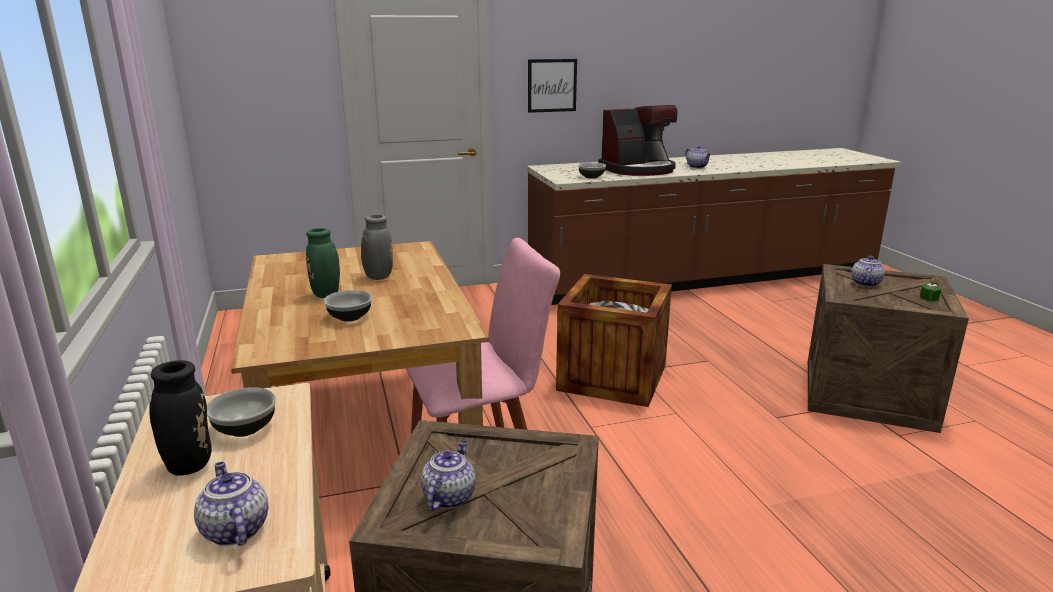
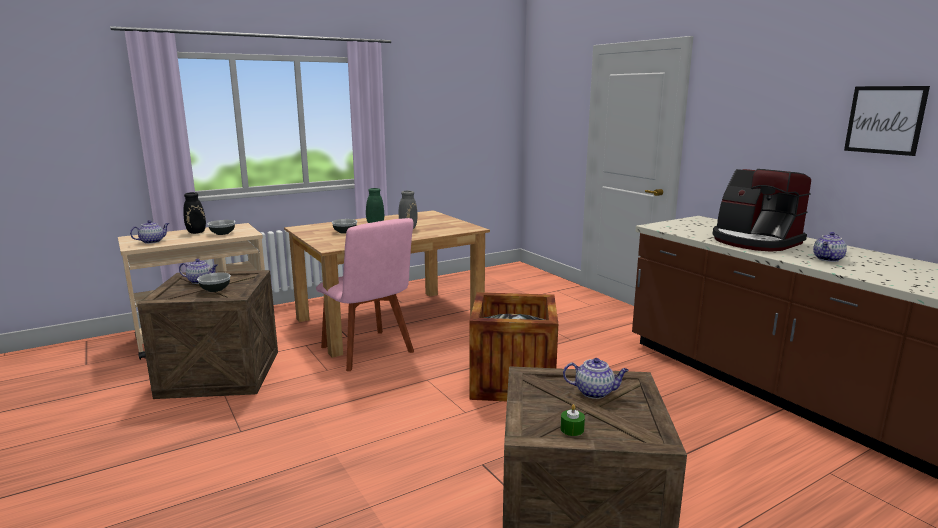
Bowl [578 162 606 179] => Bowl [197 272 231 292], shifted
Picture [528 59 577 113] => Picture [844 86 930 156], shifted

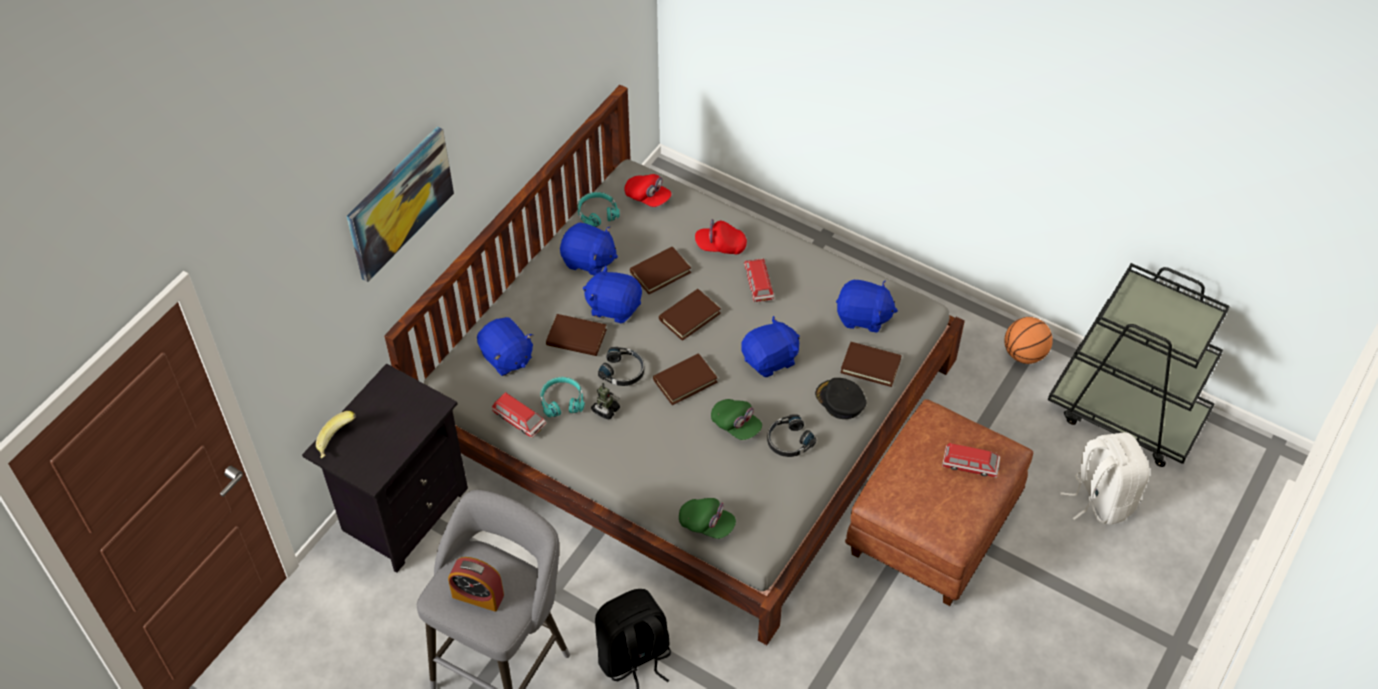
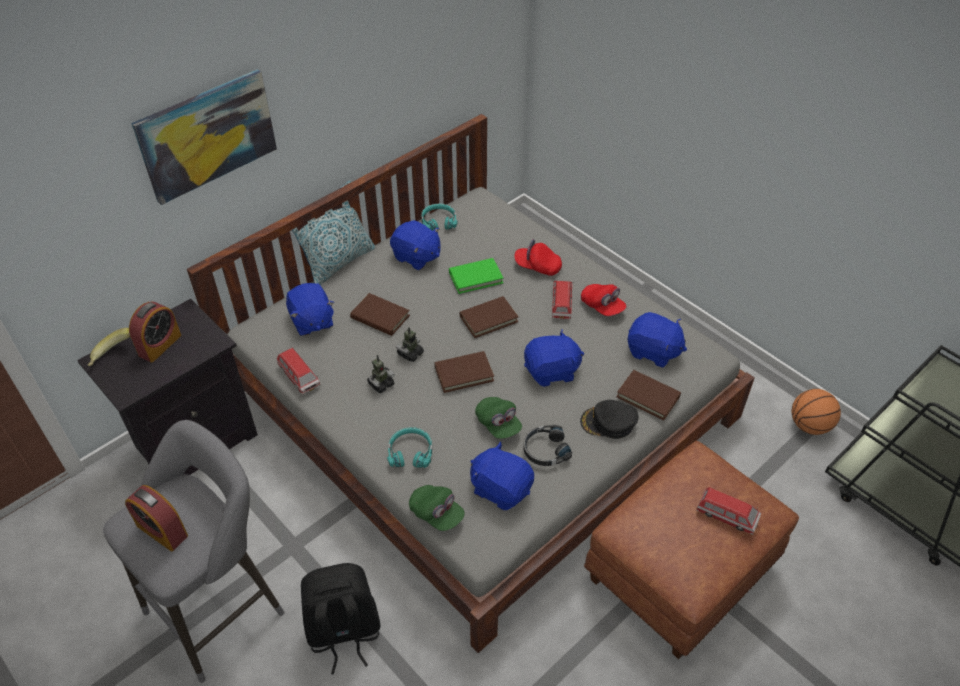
nothing => AlarmClock [129 301 181 363]
nothing => Pillow [292 180 375 286]
TurquoiseHeadphones [540 377 585 418] => TurquoiseHeadphones [387 427 432 468], shifted
BlackHeadphones [598 347 644 386] => ToyRobot [396 327 424 362]
BrownBook [630 247 691 294] => GreenBook [449 258 503 294]
BluePlushToy [583 265 642 323] => BluePlushToy [470 441 534 510], shifted
BlackCap [815 378 867 419] => BlackCap [580 400 638 439], 60 degrees counterclockwise
RedCap [624 174 672 207] => RedCap [581 284 626 316], shifted
WhiteBackpack [1060 432 1150 525] => nothing

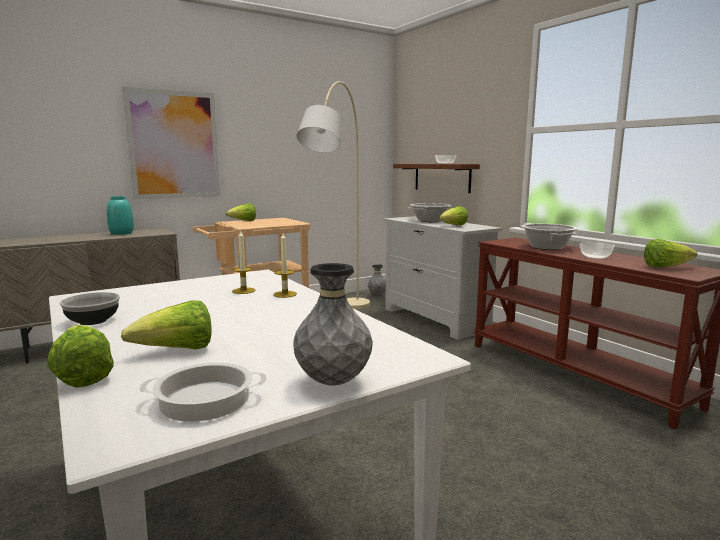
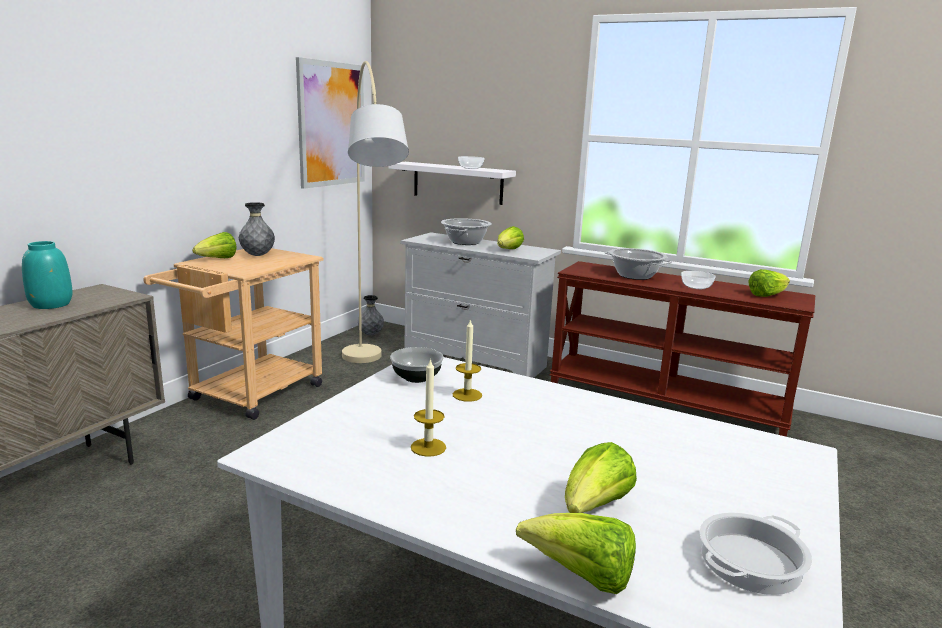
GreyVase [293 263 373 386] => GreyVase [239 202 275 256], shifted
Picture [123 87 220 199] => Picture [296 57 365 189], shifted
BrownShelf [393 164 480 193] => WhiteShelf [388 162 516 205]
Bowl [59 292 120 325] => Bowl [390 347 444 383], shifted
Candle [273 233 297 298] => Candle [411 358 446 457], shifted

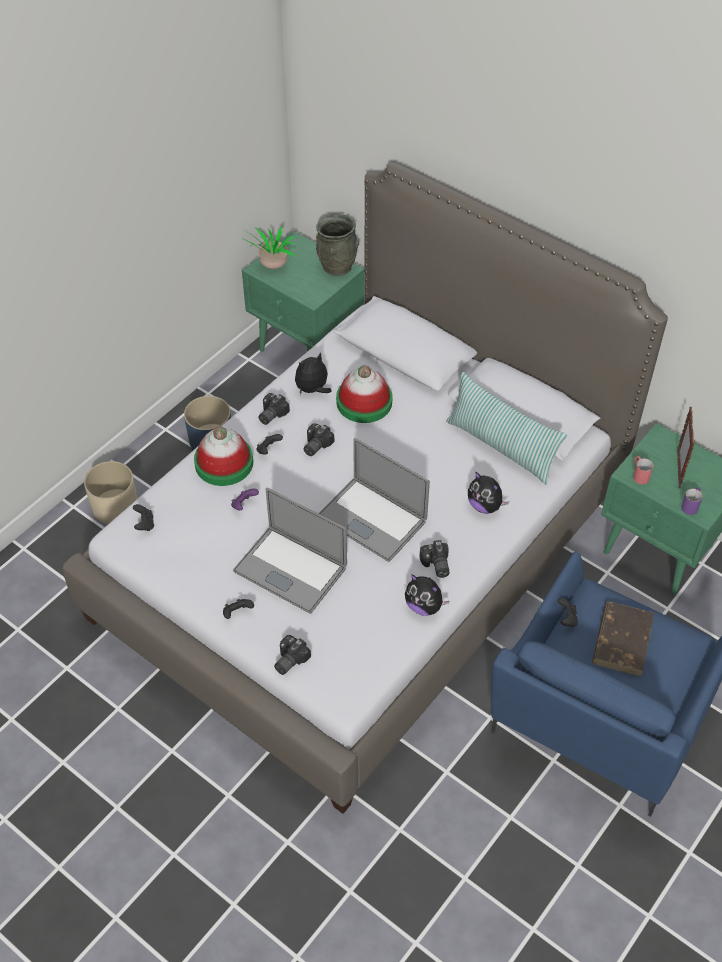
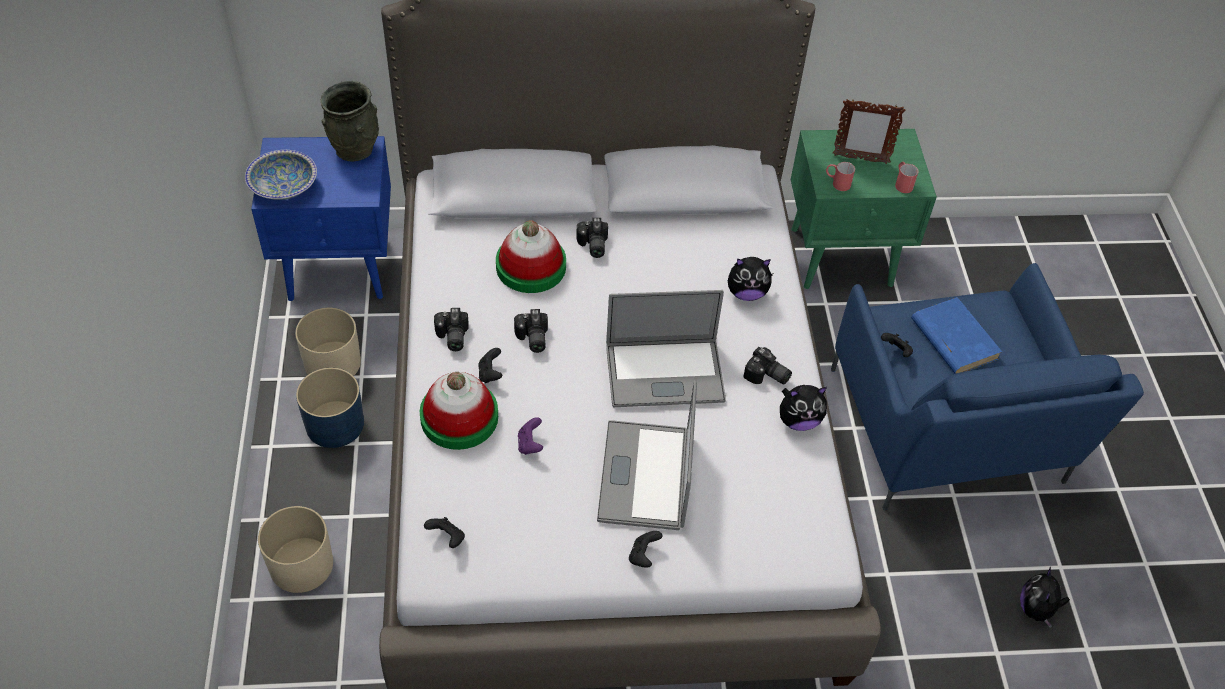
PottedPlant [239 226 295 269] => Bowl [245 150 317 200]
GreenNightstand [242 231 364 352] => BlueNightstand [251 136 391 301]
nothing => BeigePlanter [295 307 361 376]
PhotoCamera [274 635 311 675] => PhotoCamera [576 218 608 258], shifted
Laptop [233 488 347 614] => Laptop [597 381 697 530], 105 degrees clockwise
PictureFrame [677 407 695 488] => PictureFrame [833 99 905 164], 45 degrees counterclockwise
PurpleMug [681 487 703 515] => RedMug [895 162 919 193]
BrownBook [592 602 654 677] => BlueBook [911 297 1002 374]
PlushToy [295 352 332 394] => PlushToy [1020 567 1070 628], shifted
Pillow [446 372 567 485] => nothing

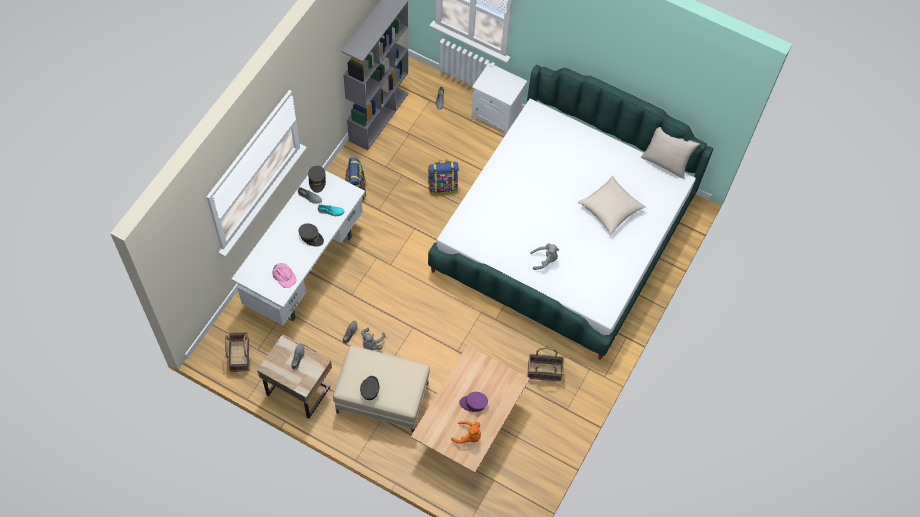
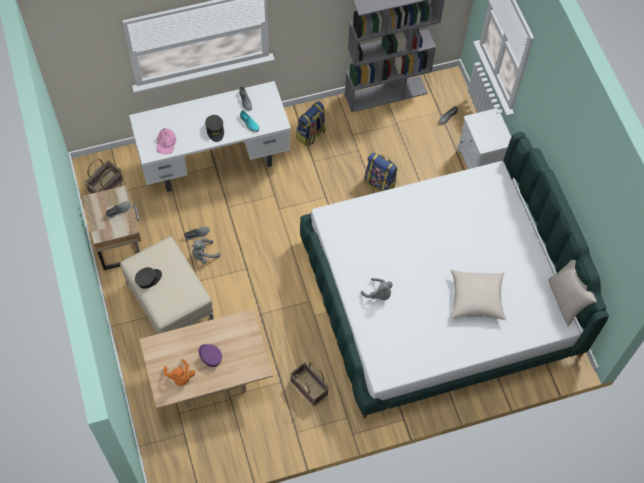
GreyCap [308 166 326 193] => nothing

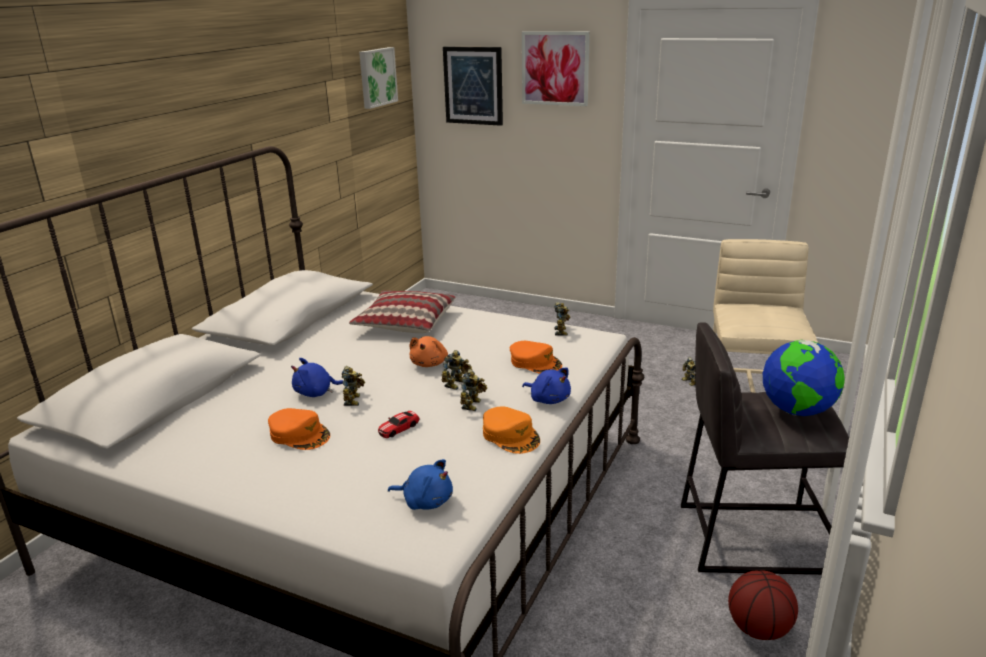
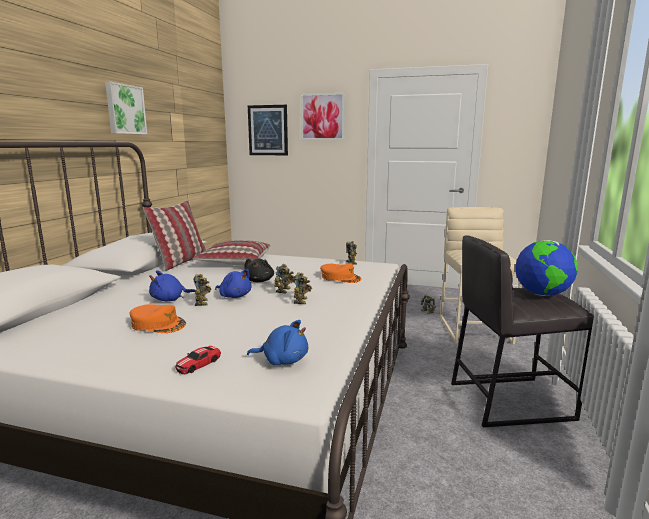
Picture [359 47 398 109] => Picture [105 82 147 134], shifted
nothing => Pillow [143 201 206 271]
ToyCar [378 411 420 438] => ToyCar [175 346 221 374], shifted
BluePlushToy [522 368 571 404] => BluePlushToy [215 269 252 298], shifted
OrangePlushToy [409 336 448 367] => BlackPlushToy [244 258 274 282]
OrangeCap [483 406 540 454] => nothing
Basketball [728 570 798 640] => nothing

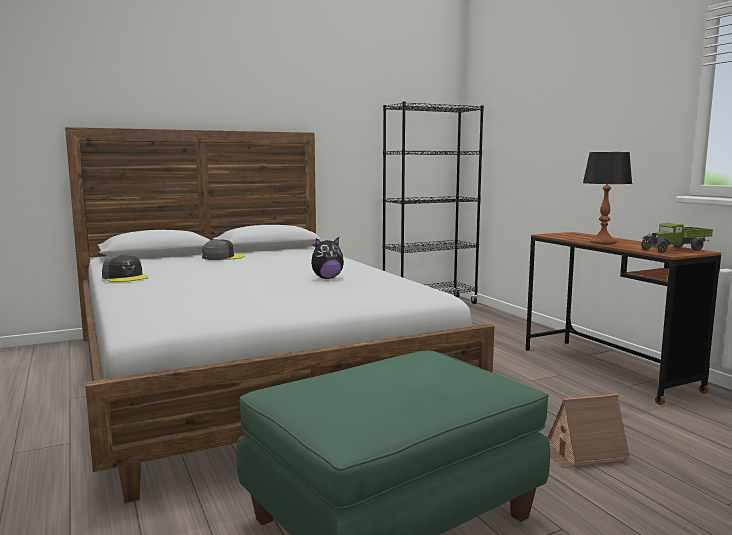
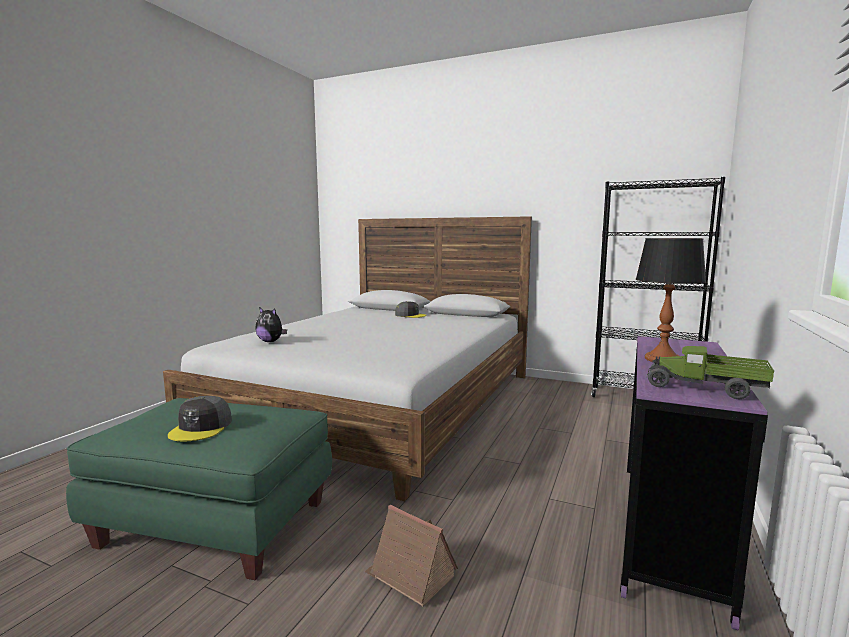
GreyCap [102 254 148 282] => GreyCap [168 396 232 441], shifted
PlushToy [311 237 344 279] => PlushToy [255 307 287 342], shifted
BrownDesk [526 232 721 405] => PurpleDesk [620 336 768 630]

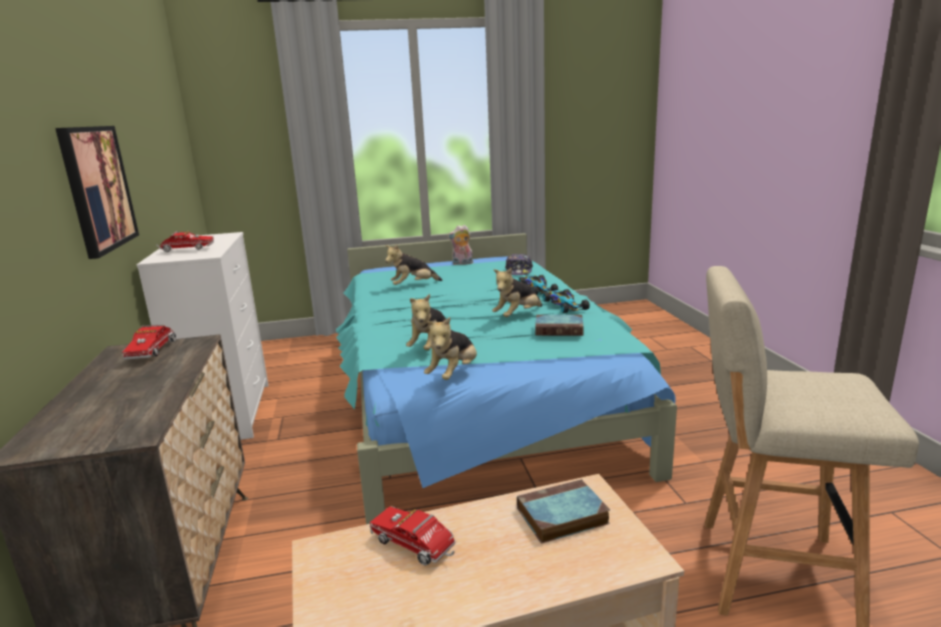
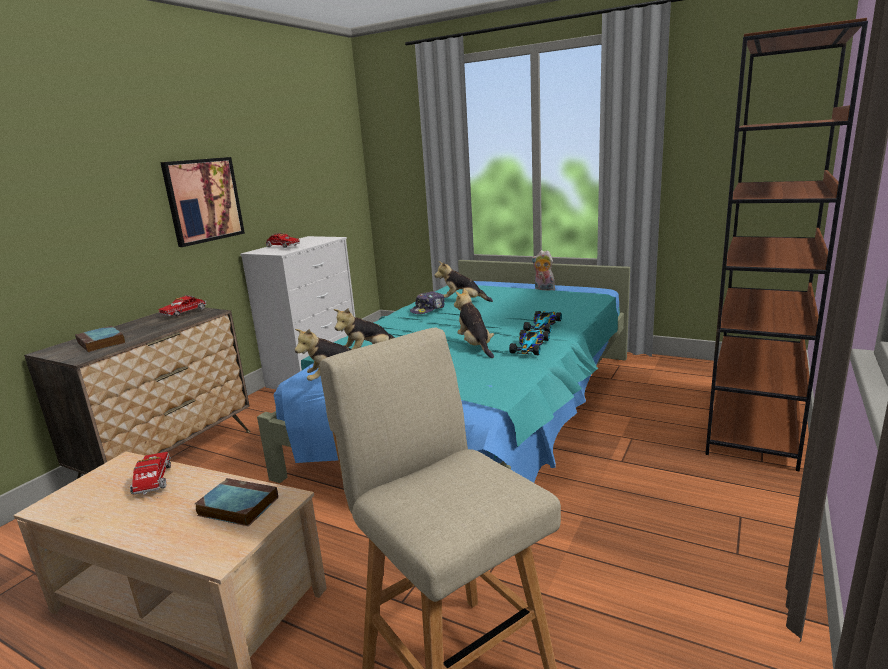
Book [535 315 584 336] => Book [75 326 125 352], shifted
Cap [505 254 533 275] => Cap [410 291 445 314], shifted
PlushToy [492 267 542 317] => PlushToy [454 289 494 358], 75 degrees clockwise
nothing => BrownBookcase [705 18 868 471]

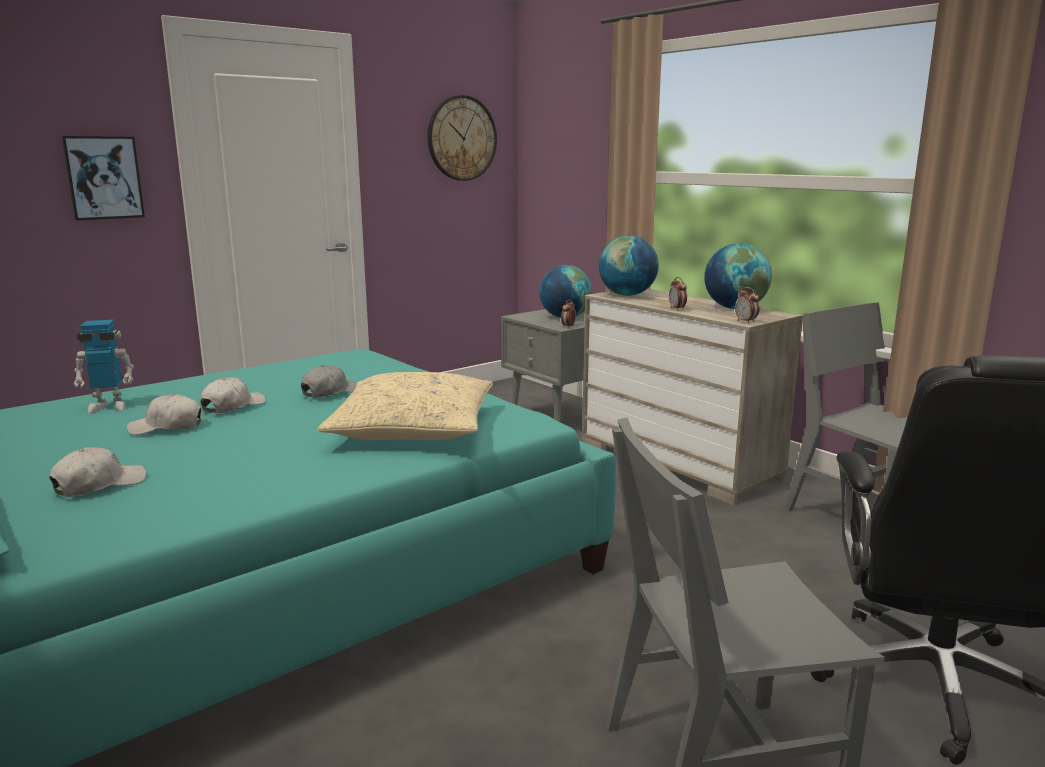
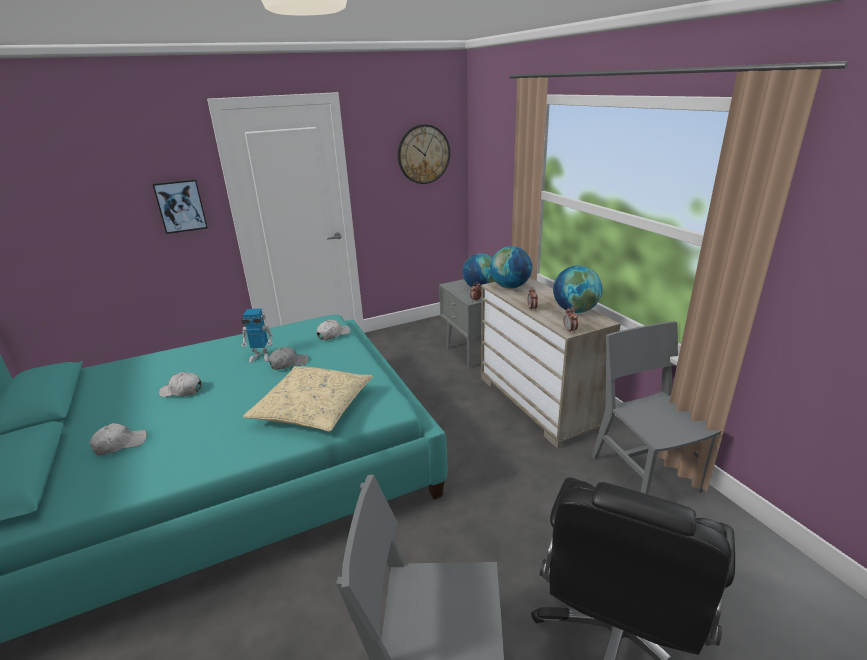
ToyRobot [74 320 134 414] => ToyRobot [241 309 273 363], shifted
WhiteCap [200 377 266 413] => WhiteCap [317 320 350 340], shifted

